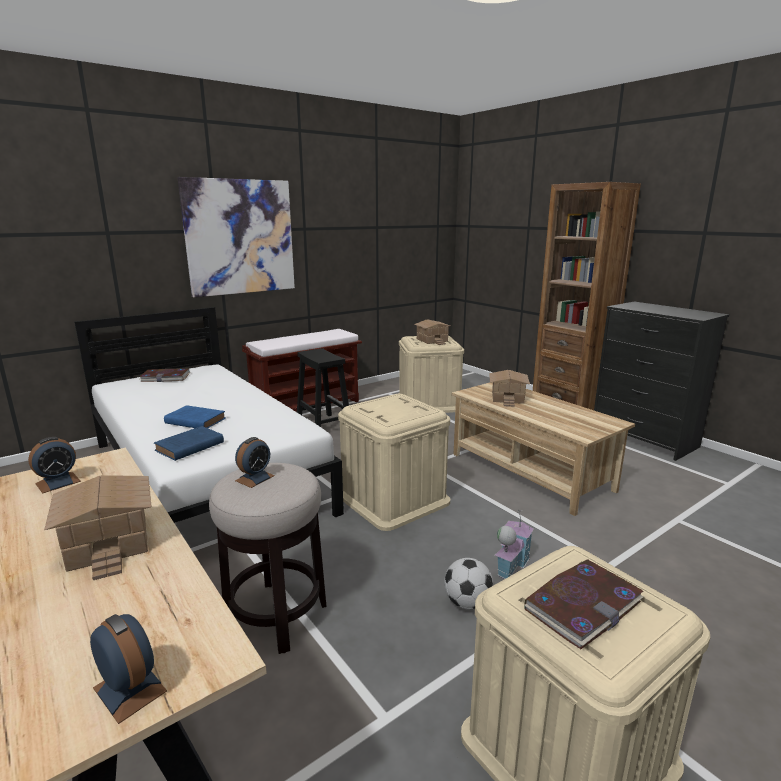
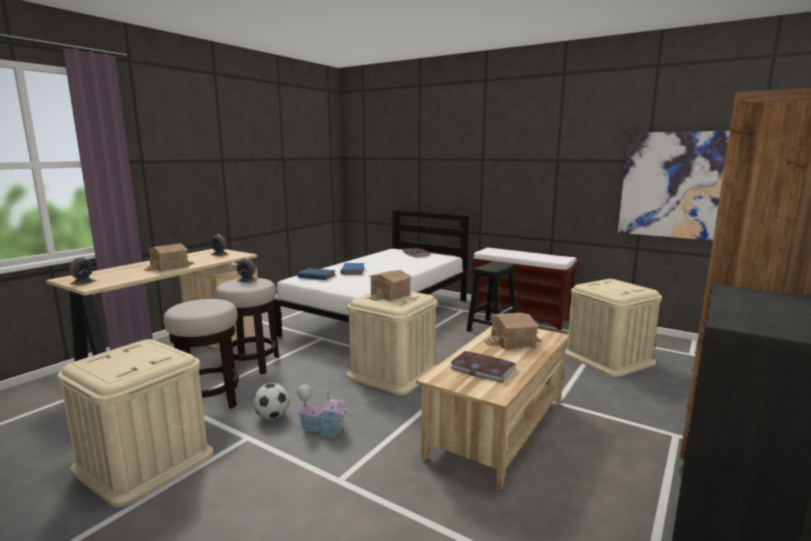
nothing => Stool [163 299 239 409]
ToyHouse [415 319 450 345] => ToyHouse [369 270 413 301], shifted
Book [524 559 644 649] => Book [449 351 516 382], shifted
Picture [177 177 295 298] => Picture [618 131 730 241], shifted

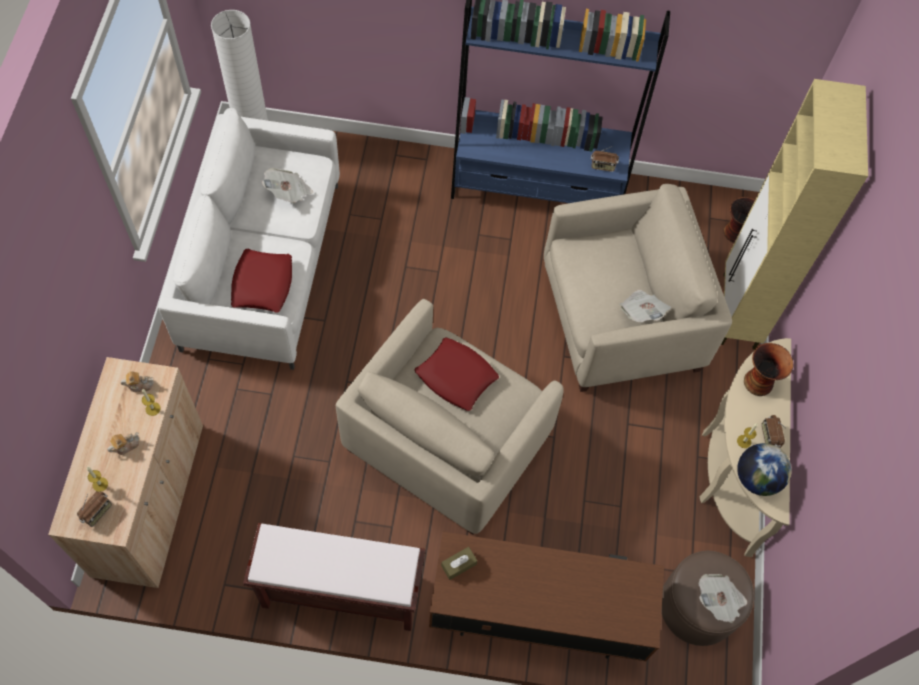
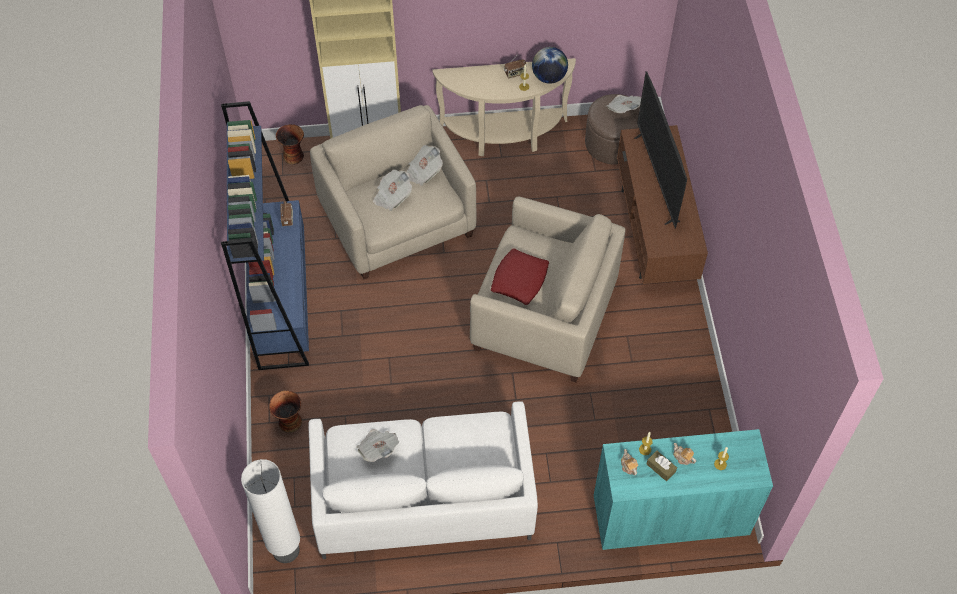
Vase [744 343 793 396] => Vase [269 390 302 433], shifted
nothing => Newspaper [373 170 412 211]
BeigeCabinet [48 357 203 588] => TurquoiseCabinet [594 429 773 550]
nothing => Television [634 71 687 229]
BrownTissueBox [441 547 477 580] => BrownTissueBox [647 451 677 481], shifted
Radio [77 491 112 527] => nothing
RedPillow [231 249 292 312] => nothing
BrownBench [243 523 425 631] => nothing

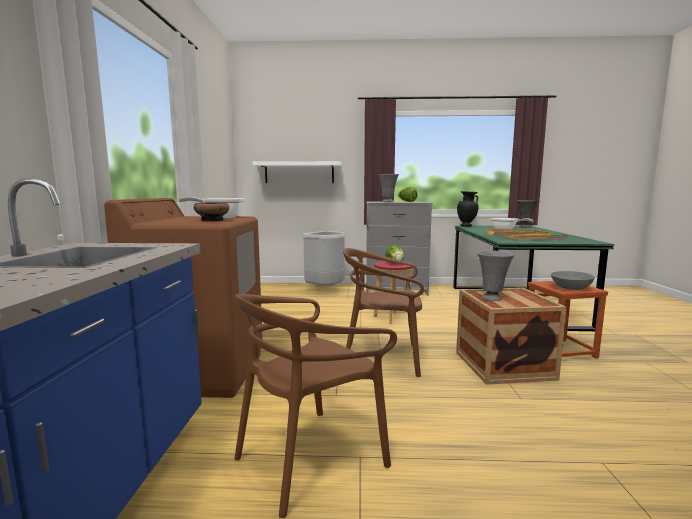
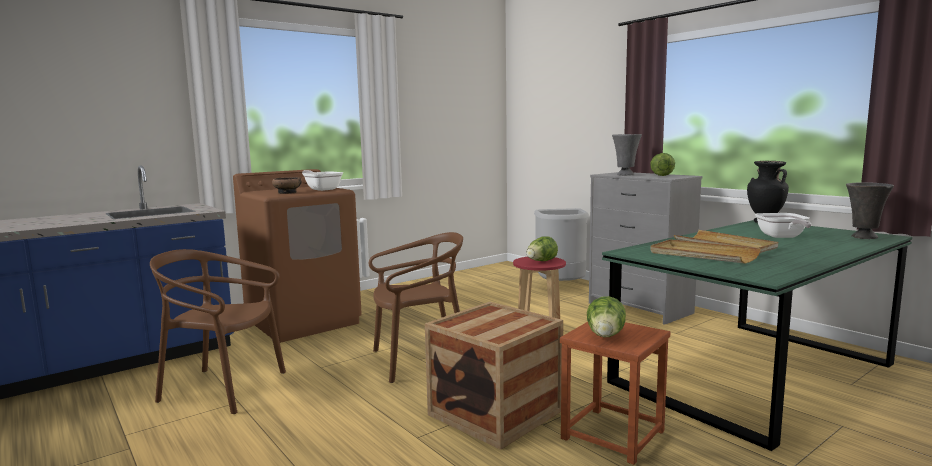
BrownChair [343 248 424 377] => BrownChair [369 232 463 383], 105 degrees clockwise
GreyBowl [551 271 595 290] => Lettuce [587 296 626 337]
WhiteShelf [252 161 341 183] => nothing
GreyVase [477 251 514 301] => nothing

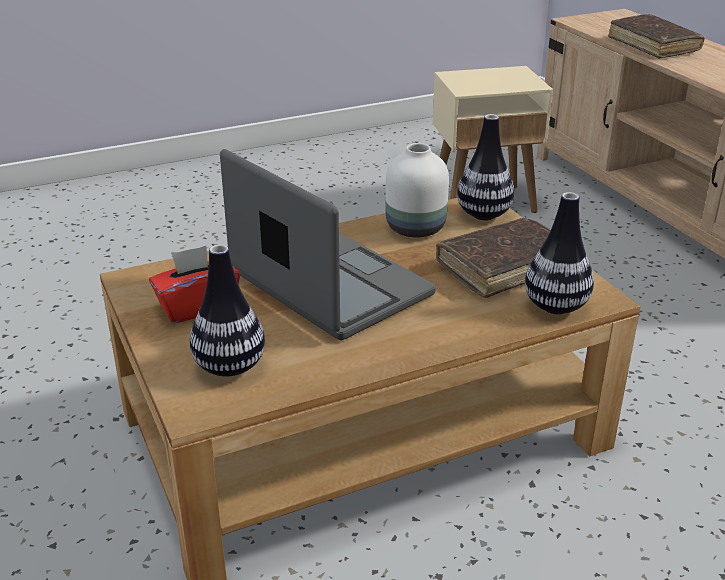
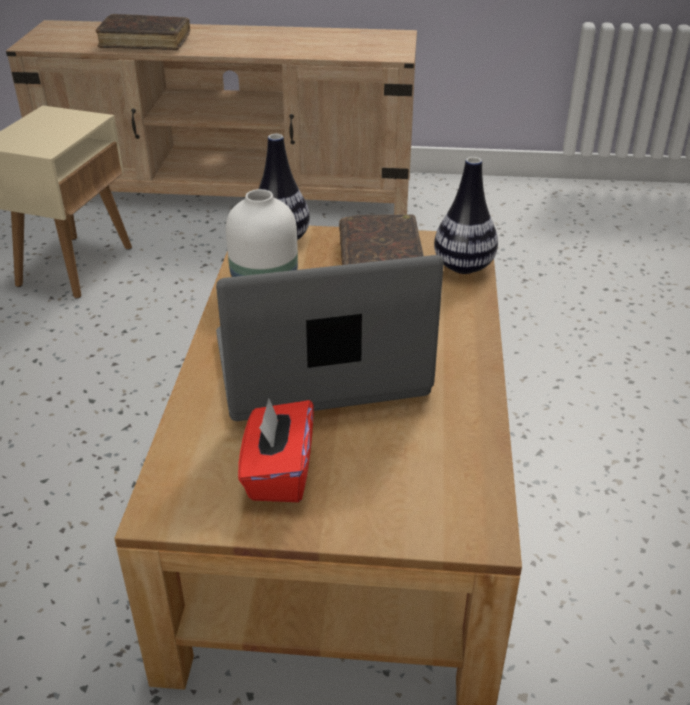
Vase [190 244 265 376] => nothing

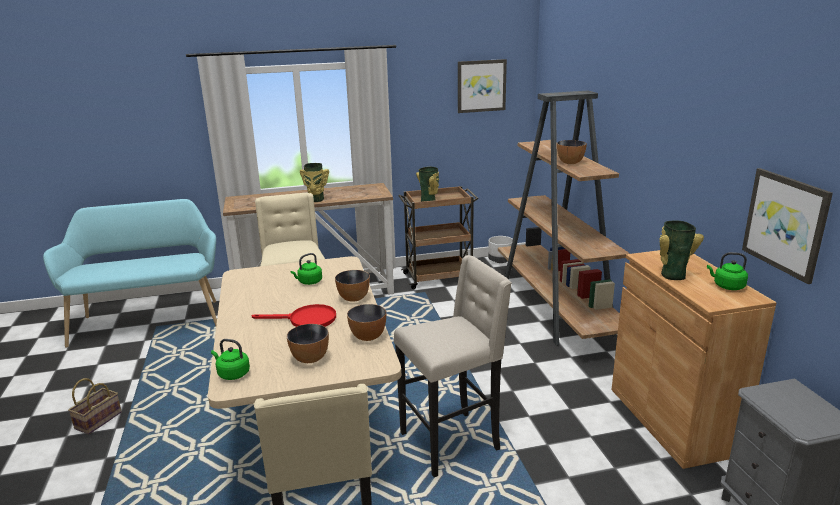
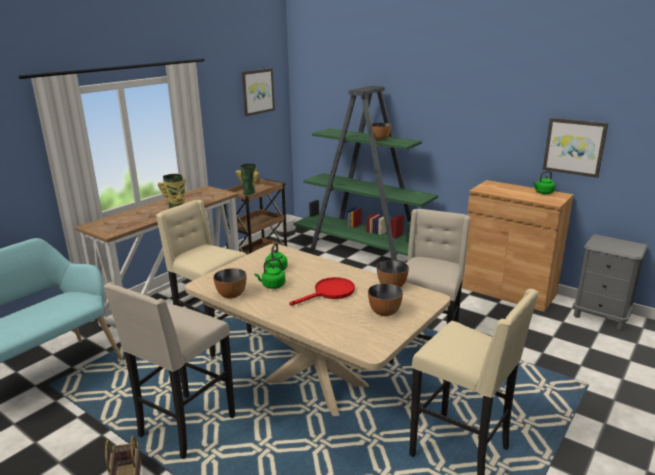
nothing => BeigeStool [104 282 235 459]
Bowl [335 270 370 302] => Bowl [213 268 246 299], shifted
GreenKettle [211 339 250 380] => GreenKettle [255 259 286 289], shifted
BrownBookcase [498 91 630 346] => GreenBookcase [293 86 438 261]
Vase [659 220 704 280] => nothing

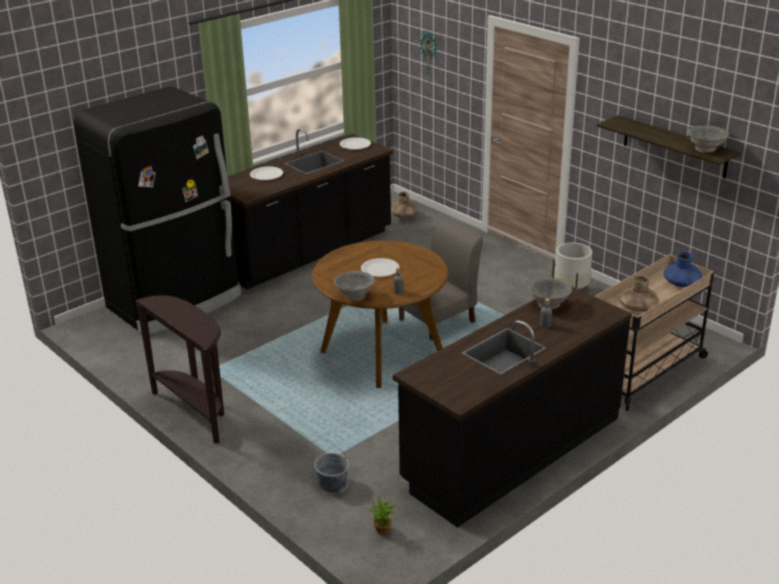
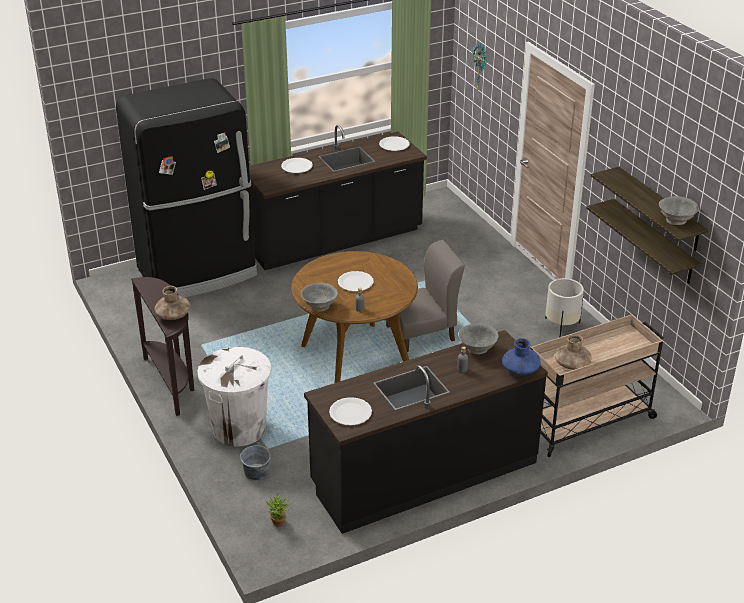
BrownVase [391 192 418 218] => BrownVase [155 286 190 320], shifted
nothing => WhiteTrashCan [198 347 271 446]
nothing => WhitePlate [329 397 372 426]
BlueVase [664 251 702 287] => BlueVase [502 338 541 375], shifted
nothing => Shelf [586 199 701 284]

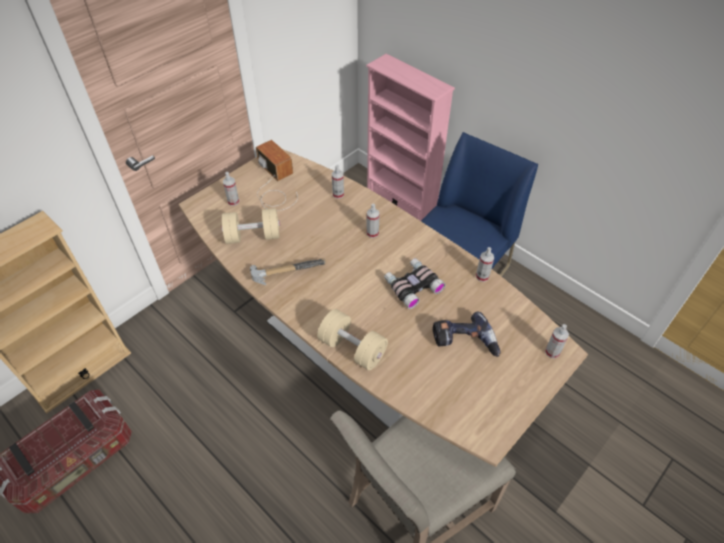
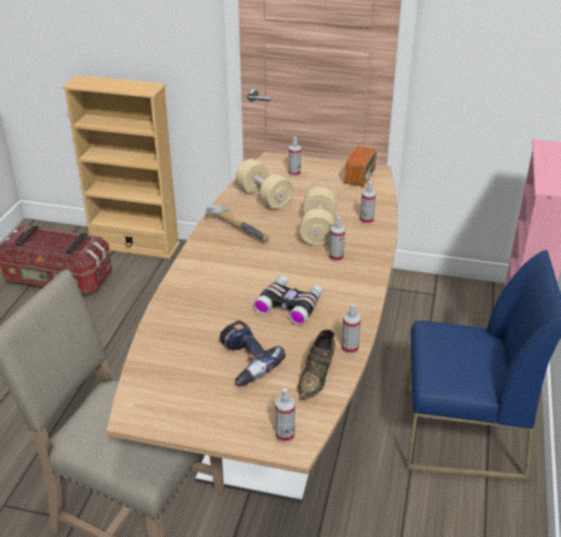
nothing => BrownShoe [298 329 336 399]
BeigeDumbbell [317 309 388 370] => BeigeDumbbell [300 187 337 246], shifted

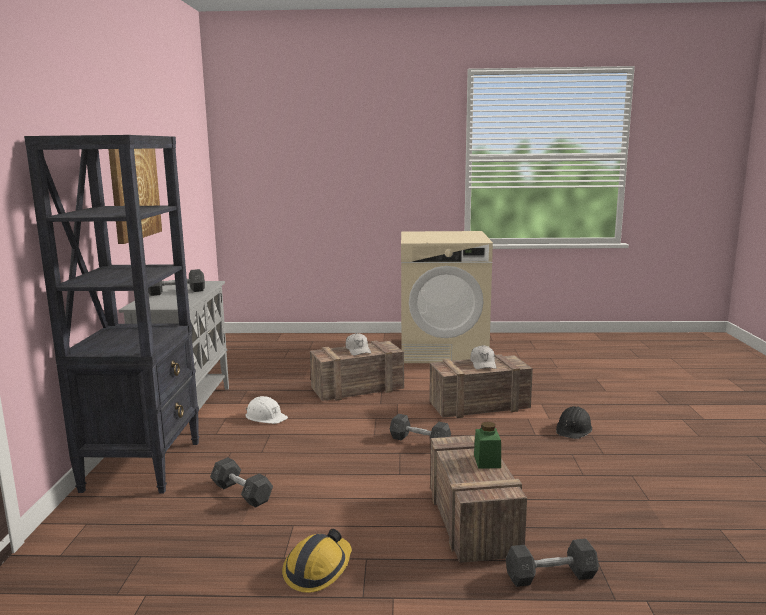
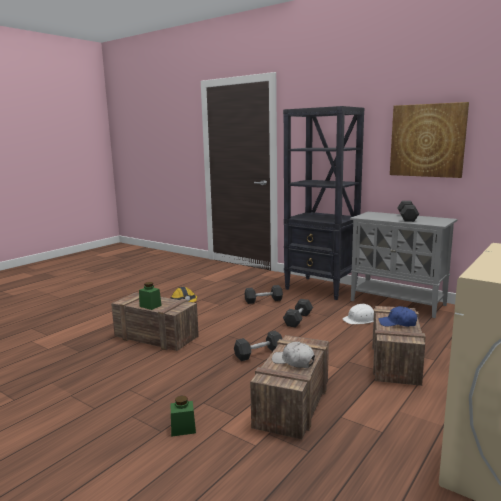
BlackHardHat [556 406 592 439] => GreenJar [170 396 196 437]
GreyDumbbell [506 539 599 587] => GreyDumbbell [283 299 313 328], shifted
WhiteCap [346 333 371 356] => BlueCap [378 306 417 327]

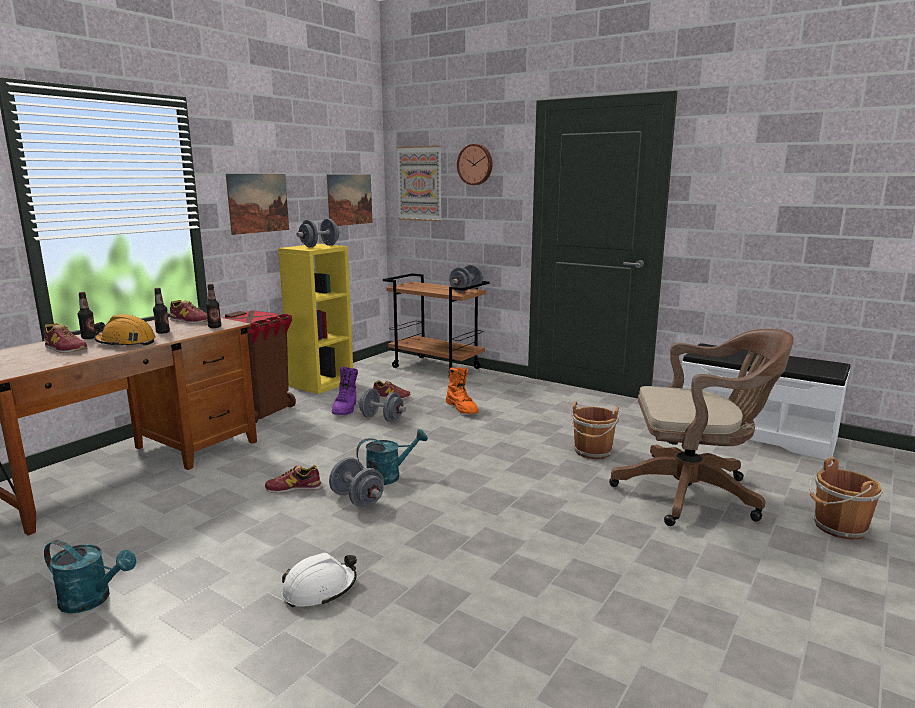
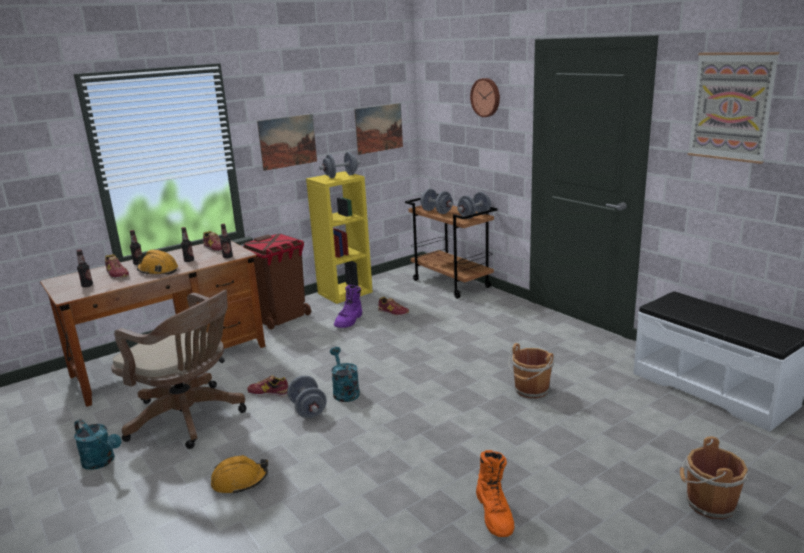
nothing => Bottle [76 250 93 287]
BrownOfficeChair [609 329 794 526] => BrownOfficeChair [111 289 247 449], shifted
WhiteHardHat [282 553 357 607] => OrangeHardHat [211 455 268 494]
TurquoiseWateringCan [356 429 428 485] => TurquoiseWateringCan [330 347 360 402], 105 degrees counterclockwise
GreyDumbbell [357 389 406 422] => GreyDumbbell [420 189 453 214], shifted
OrangeBoot [446 367 479 414] => OrangeBoot [476 450 514 537], shifted
Picture [396 145 442 222] => Picture [688 52 780 164], shifted

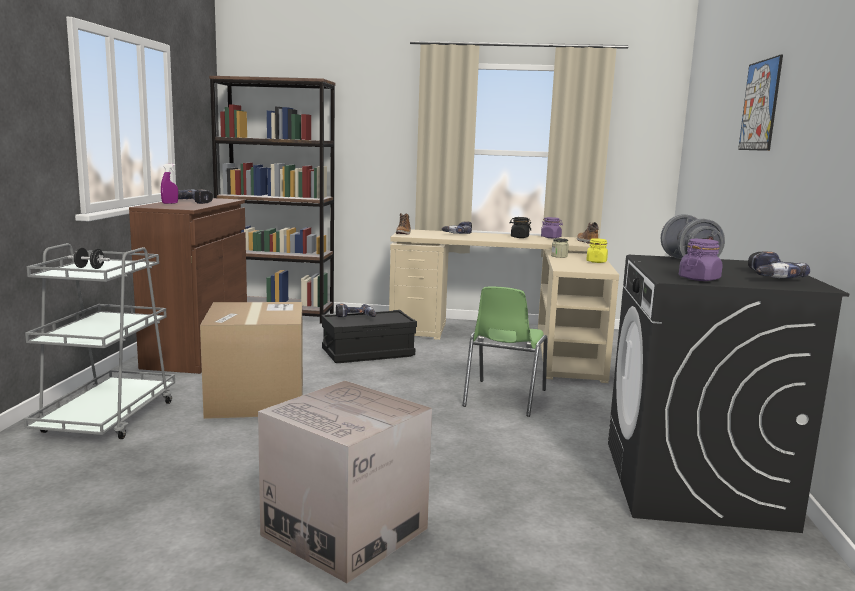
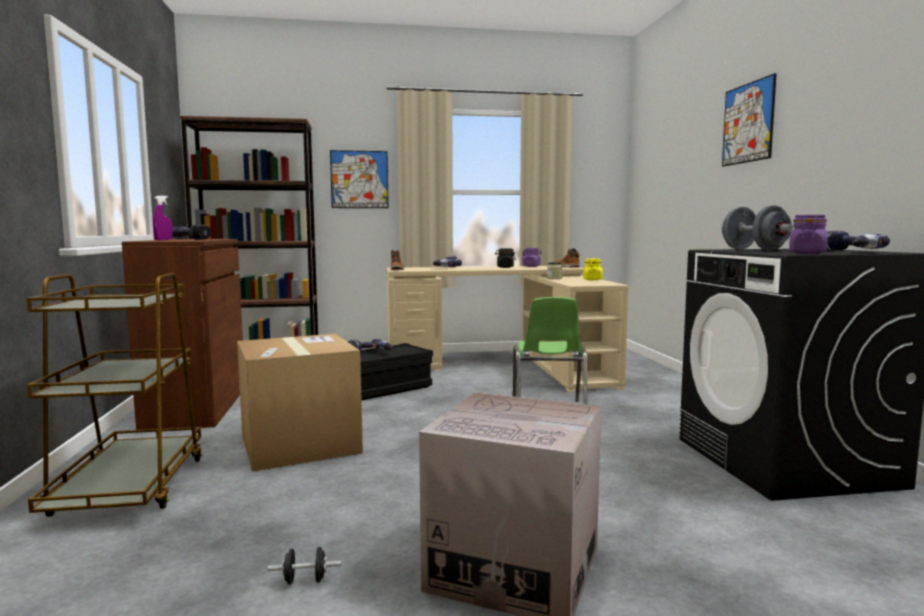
GreyCart [24 243 175 439] => BrownCart [27 273 202 517]
BlackDumbbell [68 248 110 269] => BlackDumbbell [268 547 341 585], shifted
nothing => Picture [330 150 389 208]

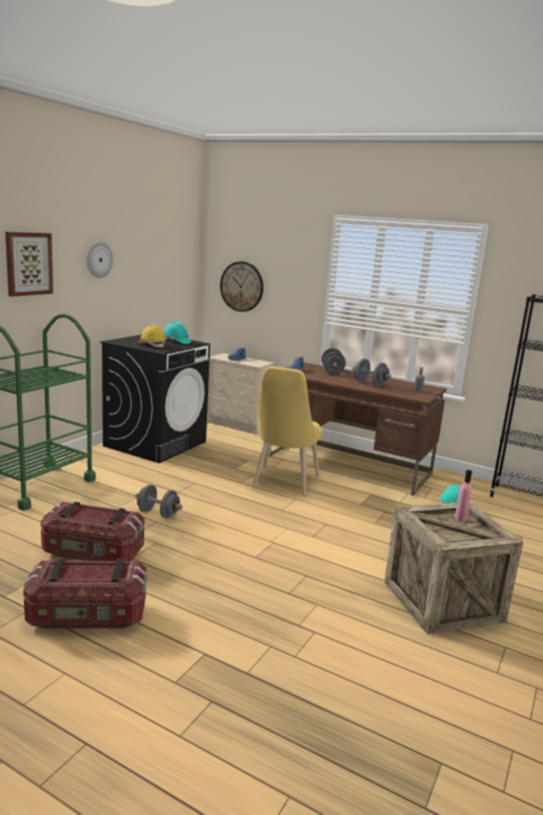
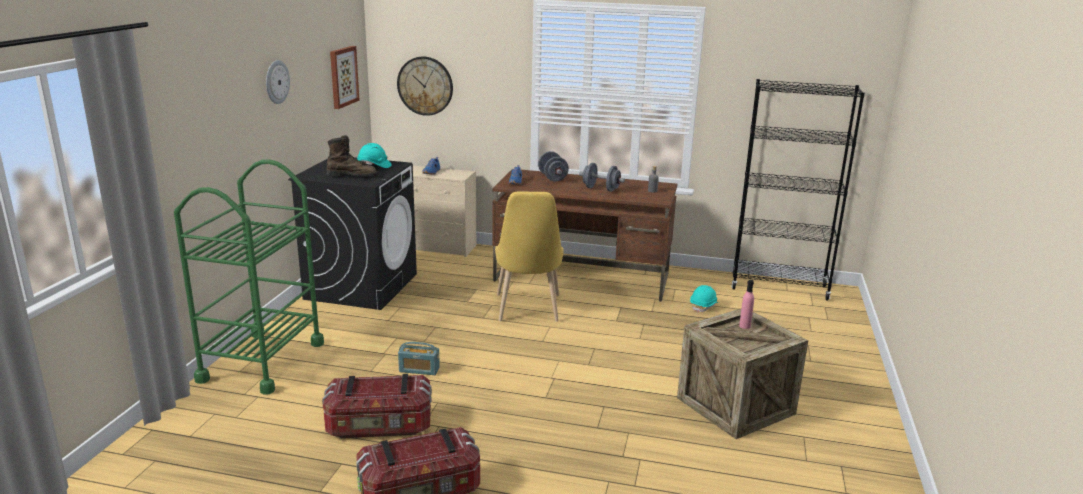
YellowHardHat [138 325 166 348] => BrownBoot [326 135 378 177]
Picture [5 232 53 297] => Picture [330 46 360 109], shifted
GreyDumbbell [135 484 182 519] => Radio [398 342 440 375]

